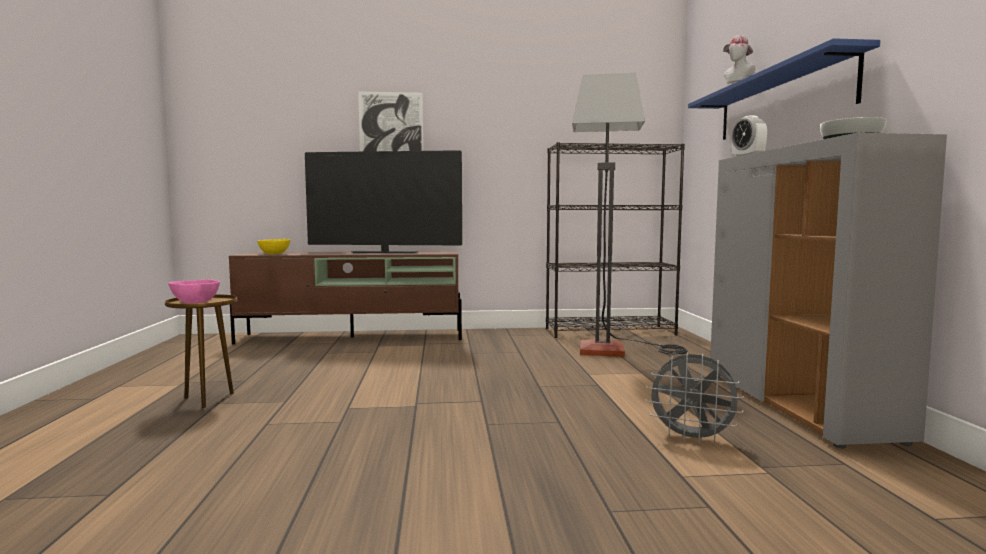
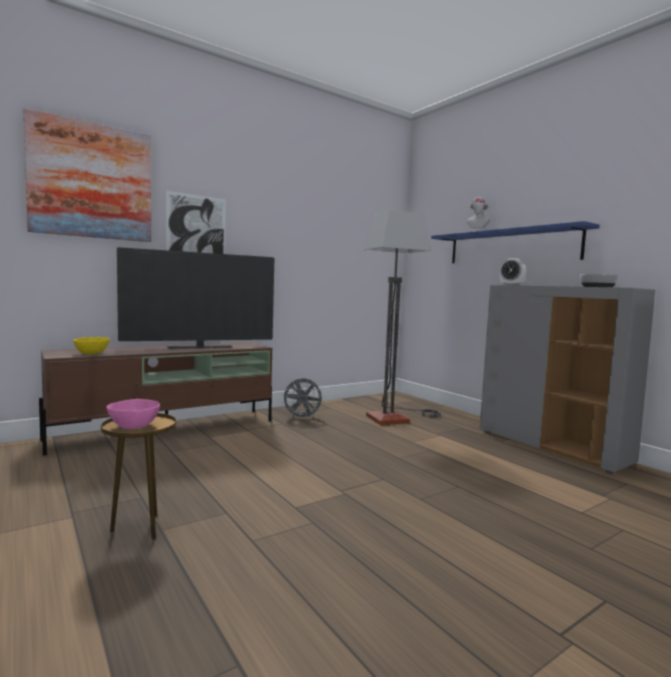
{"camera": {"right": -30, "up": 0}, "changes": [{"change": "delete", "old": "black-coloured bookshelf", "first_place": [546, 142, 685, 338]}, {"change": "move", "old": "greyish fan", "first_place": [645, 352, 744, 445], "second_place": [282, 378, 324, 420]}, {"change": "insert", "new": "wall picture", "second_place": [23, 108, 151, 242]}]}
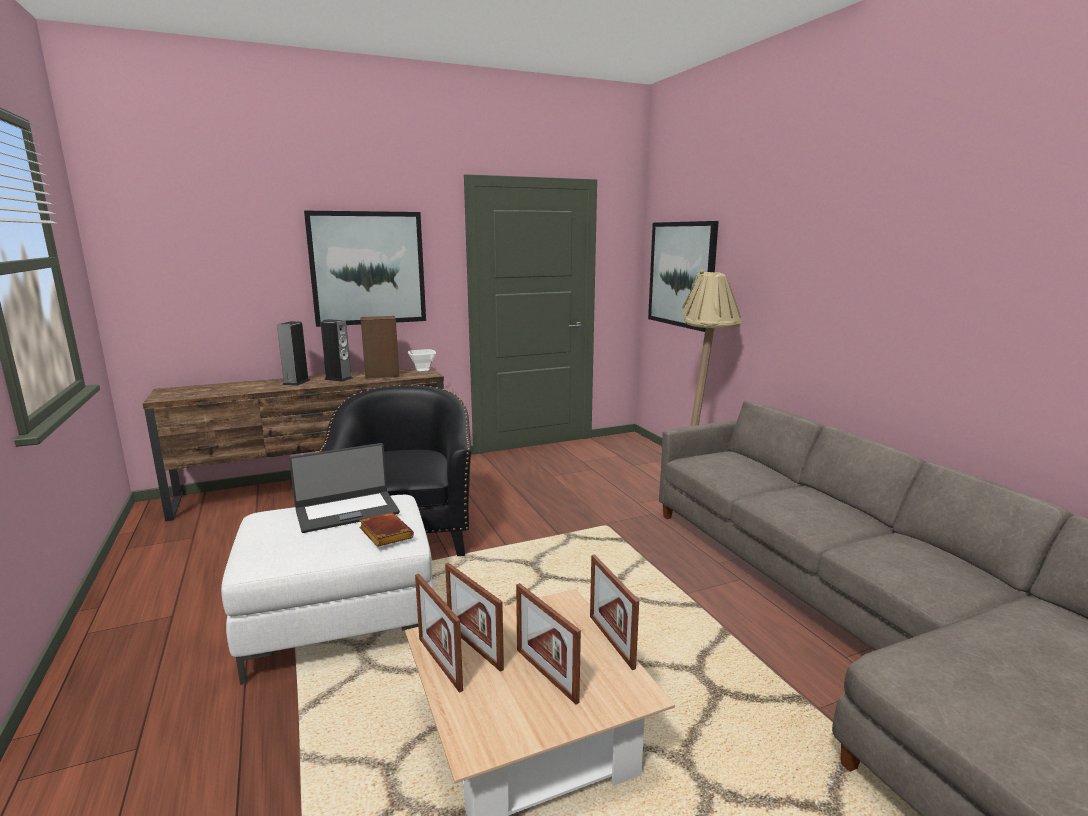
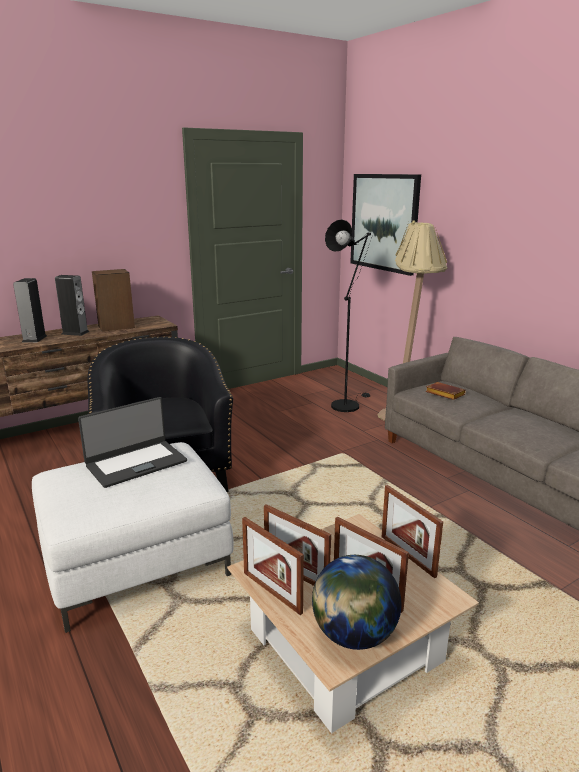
{"camera": {"right": -10, "up": 5}, "changes": [{"change": "delete", "old": "wall picture", "first_place": [304, 211, 426, 327]}, {"change": "delete", "old": "bowl", "first_place": [408, 349, 436, 372]}, {"change": "move", "old": "brown bound book", "first_place": [359, 513, 414, 547], "second_place": [425, 382, 466, 400]}, {"change": "insert", "new": "black-coloured standard lamp", "second_place": [325, 220, 372, 412]}, {"change": "insert", "new": "desk globe", "second_place": [312, 555, 401, 650]}]}
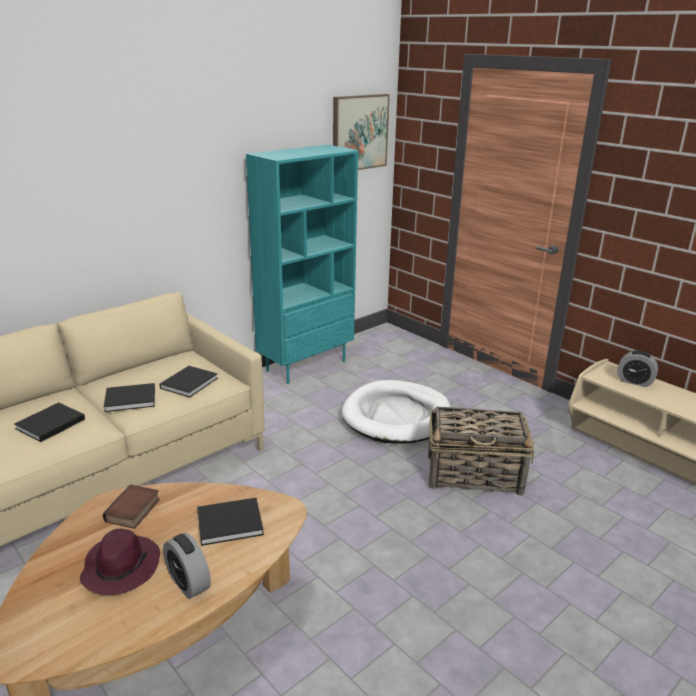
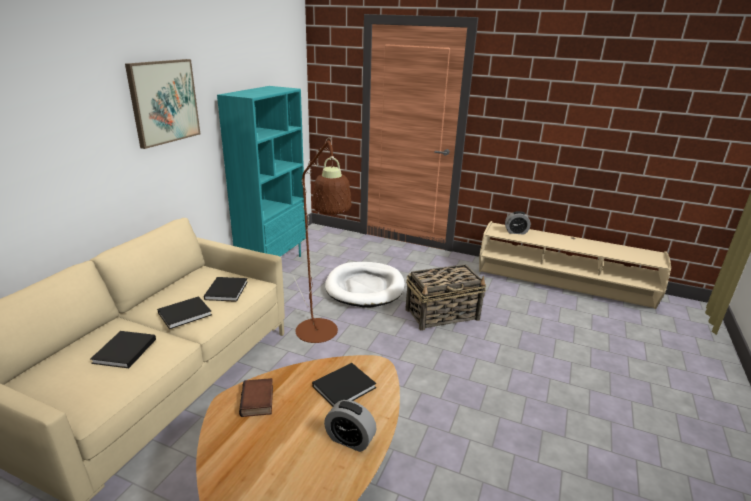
{"camera": {"right": -25, "up": 0}, "changes": [{"change": "move", "old": "wall picture", "first_place": [333, 94, 390, 170], "second_place": [125, 59, 200, 149]}, {"change": "delete", "old": "purple wearable hat", "first_place": [80, 529, 160, 595]}, {"change": "insert", "new": "brown standard lamp", "second_place": [294, 138, 352, 343]}]}
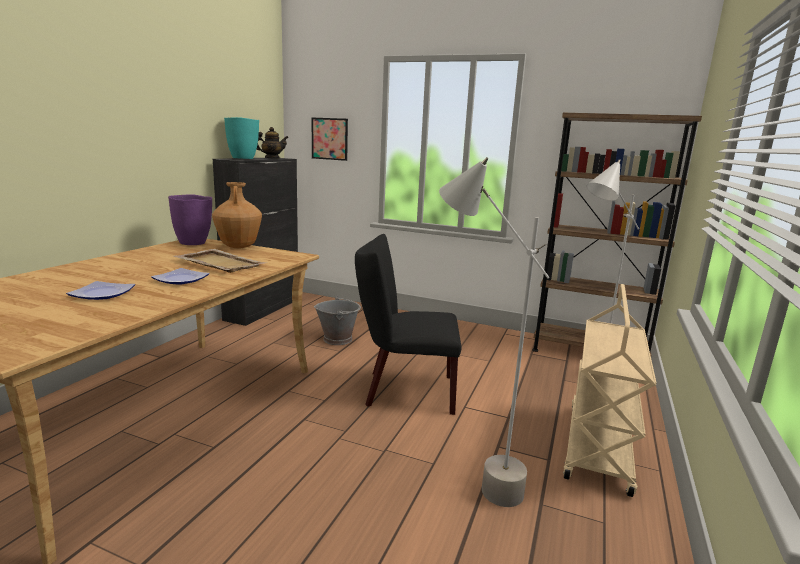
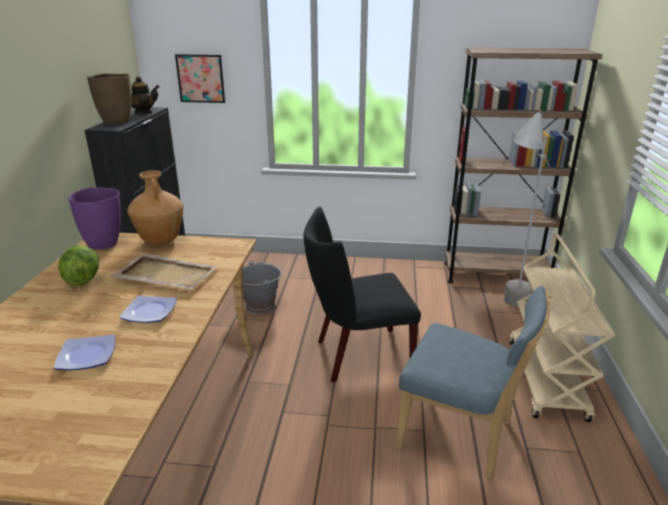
{"camera": {"right": -15, "up": 10}, "changes": [{"change": "recolor", "old": "blue-green vase", "new": "brown vase", "first_place": [224, 117, 259, 159], "second_place": [87, 73, 131, 124]}, {"change": "replace", "old": "greyish standard lamp", "new": "blue-coloured plain chair", "first_place": [439, 157, 550, 507], "second_place": [396, 286, 551, 481]}, {"change": "insert", "new": "lettuce", "second_place": [58, 245, 99, 286]}]}
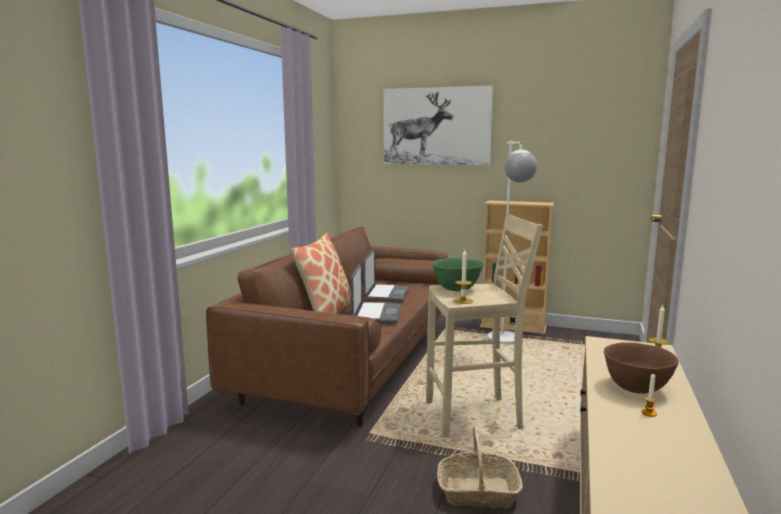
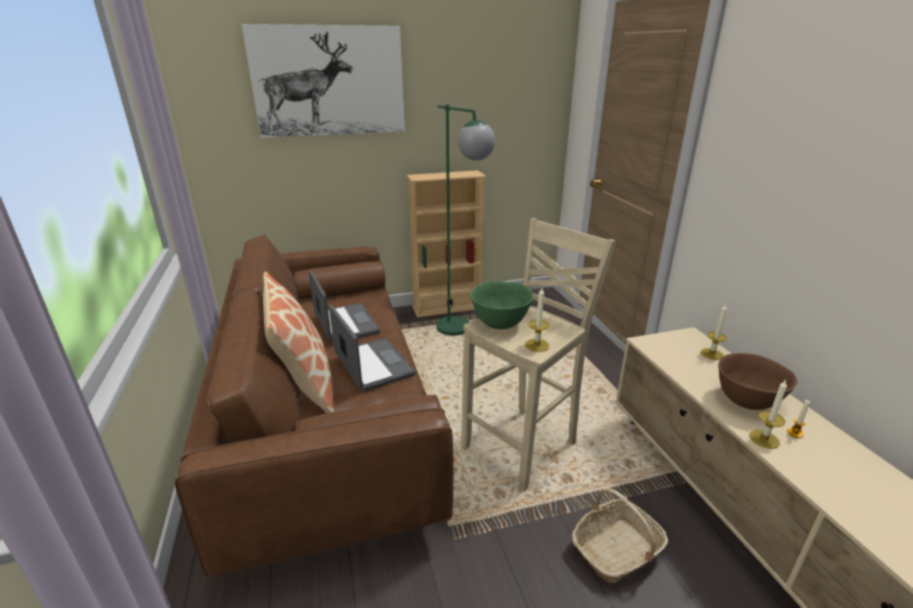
{"camera": {"right": -35, "up": 15}, "changes": [{"change": "recolor", "old": "whitish standard lamp", "new": "green standard lamp", "first_place": [488, 141, 537, 344], "second_place": [436, 105, 495, 336]}, {"change": "insert", "new": "wax light", "second_place": [749, 379, 787, 449]}]}
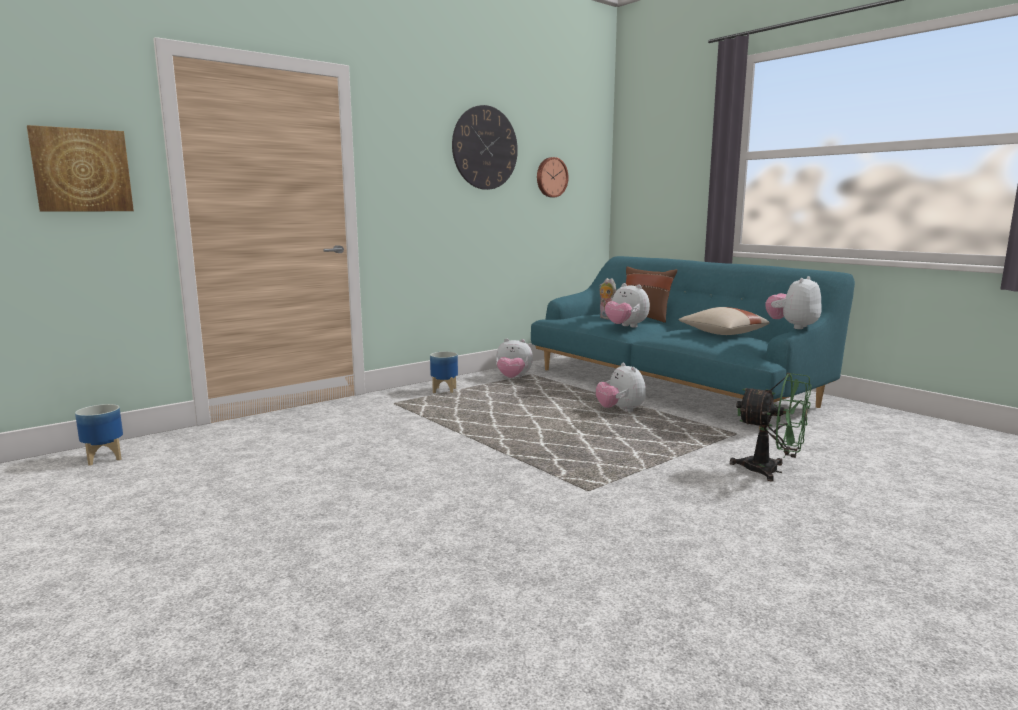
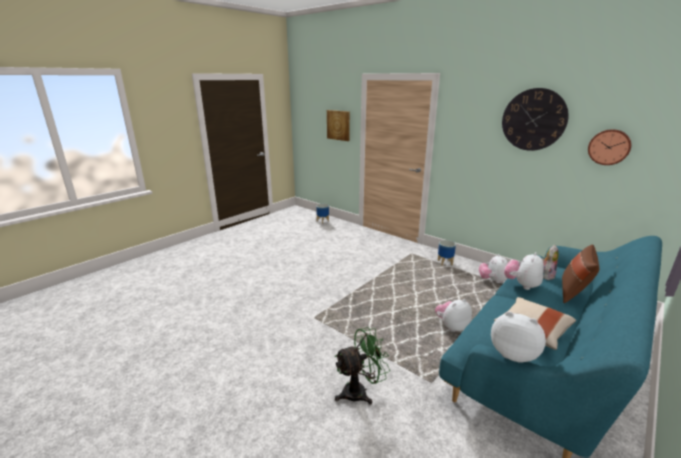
{"camera": {"right": 80, "up": 10}, "changes": [{"change": "rotate", "old": "green fan", "first_place": [730, 373, 811, 481], "second_place": [335, 327, 390, 405], "degrees": -135}]}
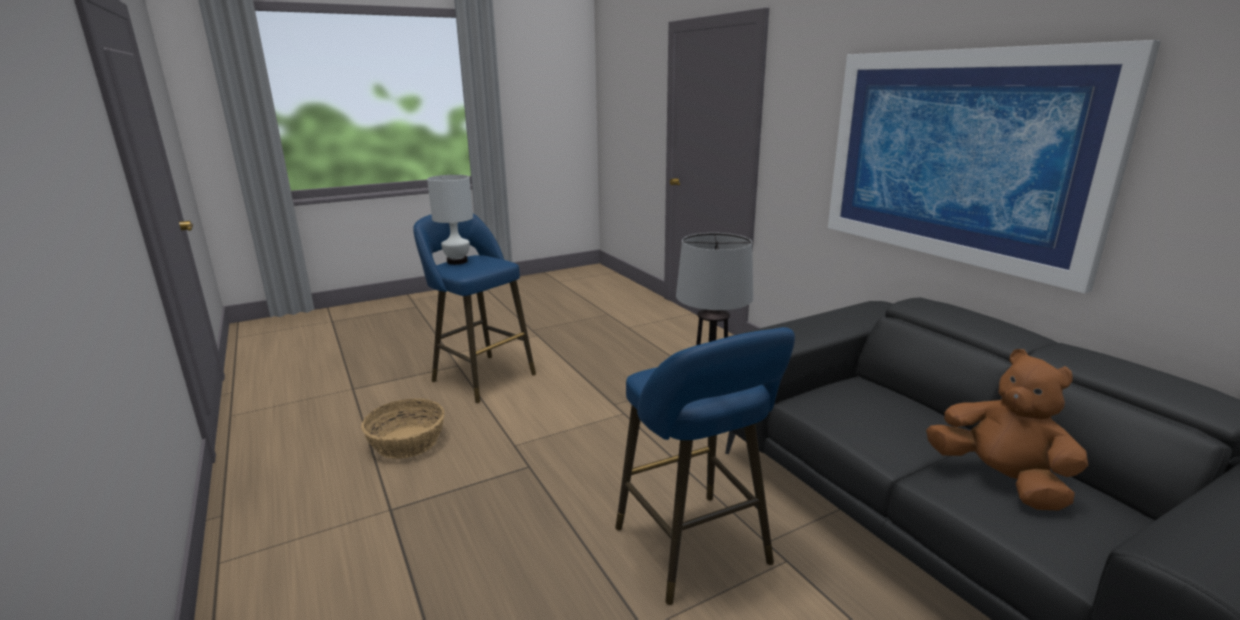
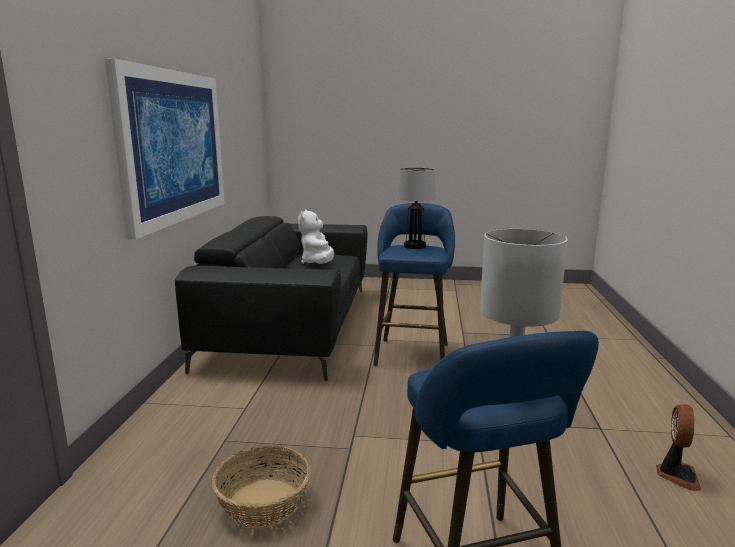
{"camera": {"right": -145, "up": -5}, "changes": [{"change": "recolor", "old": "brown soft toy", "new": "whitish soft toy", "first_place": [926, 349, 1088, 511], "second_place": [298, 210, 334, 264]}, {"change": "move", "old": "storage basket", "first_place": [361, 399, 445, 459], "second_place": [212, 445, 311, 528]}, {"change": "insert", "new": "fan", "second_place": [656, 404, 701, 491]}]}
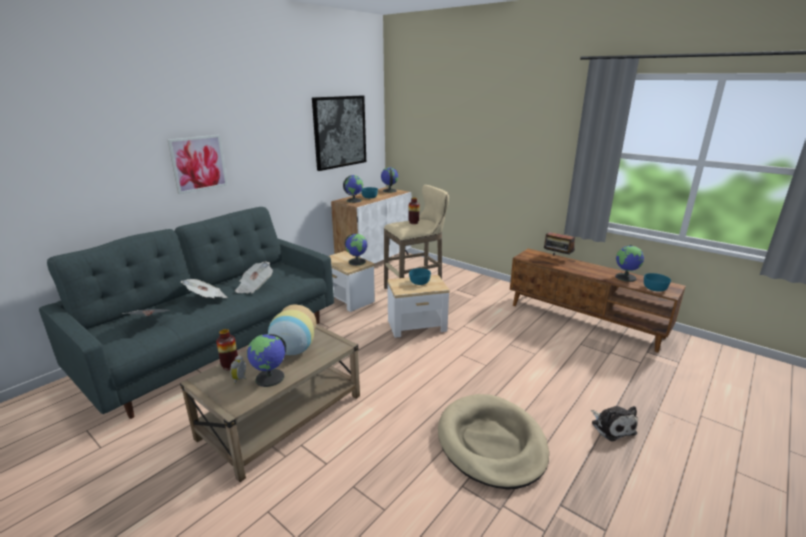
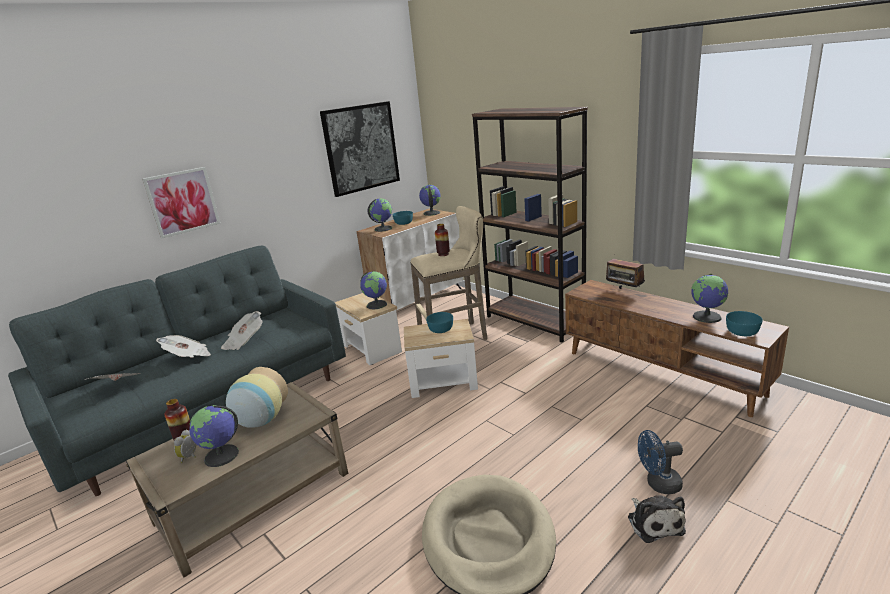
{"camera": {"right": 10, "up": 0}, "changes": [{"change": "insert", "new": "brown bookshelf", "second_place": [472, 107, 588, 343]}, {"change": "insert", "new": "blue-coloured fan", "second_place": [638, 430, 683, 494]}]}
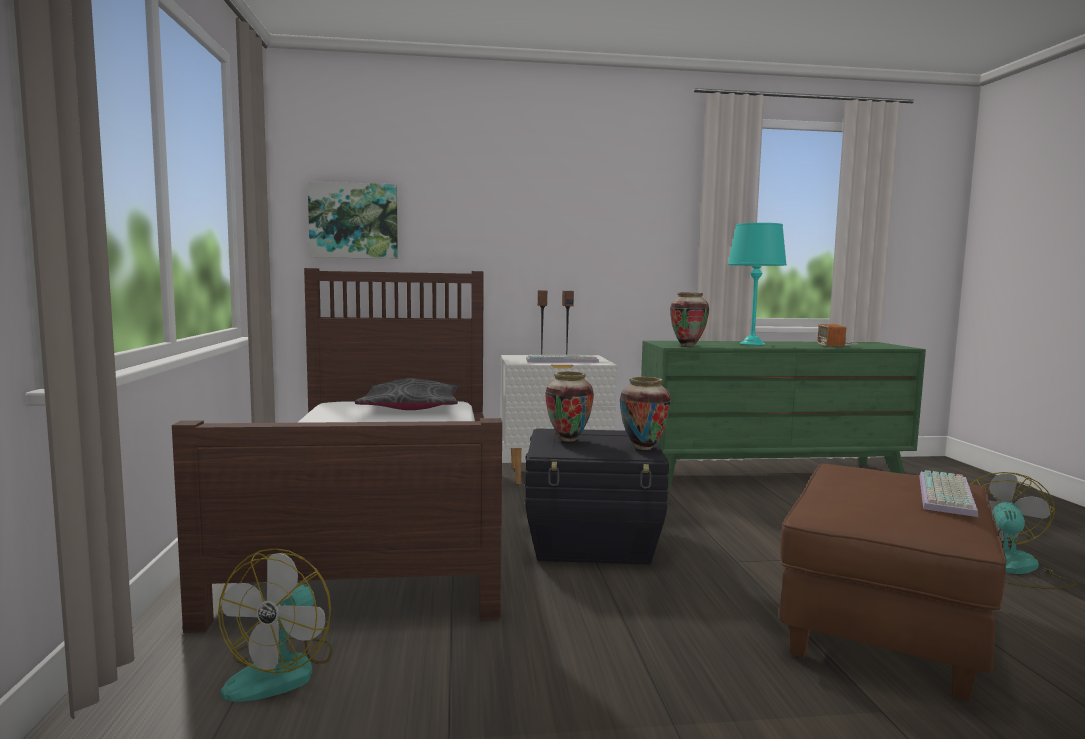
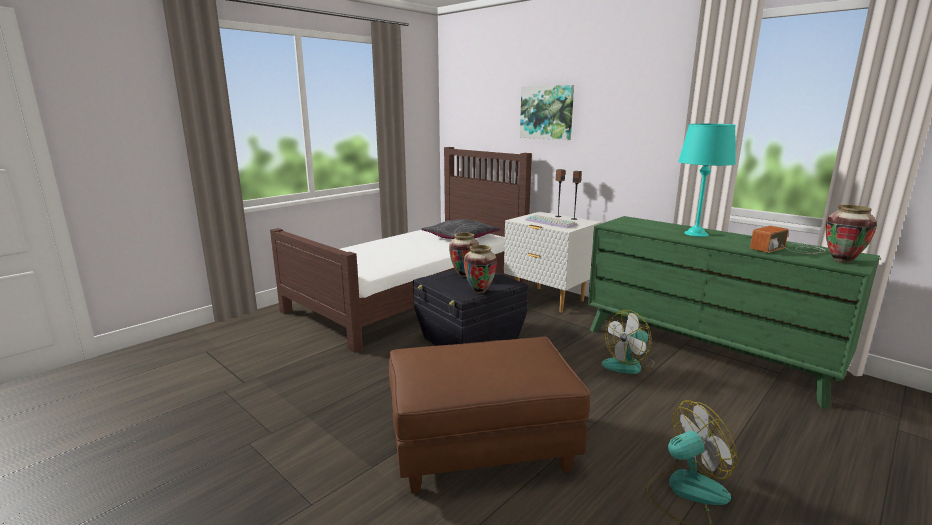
{"camera": {"right": 50, "up": 10}, "changes": [{"change": "move", "old": "wall picture", "first_place": [308, 181, 398, 259], "second_place": [520, 85, 574, 140]}, {"change": "move", "old": "vase", "first_place": [670, 293, 709, 347], "second_place": [826, 205, 877, 263]}, {"change": "delete", "old": "PC keyboard", "first_place": [919, 470, 978, 517]}, {"change": "move", "old": "fan", "first_place": [218, 548, 332, 702], "second_place": [601, 310, 655, 374]}]}
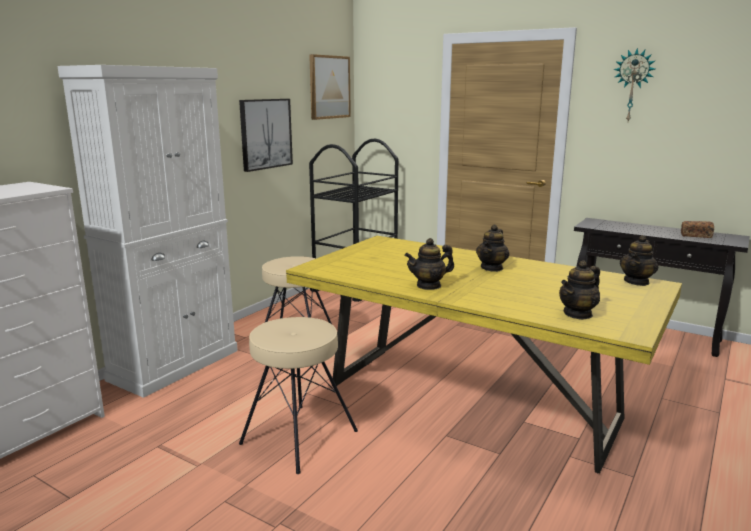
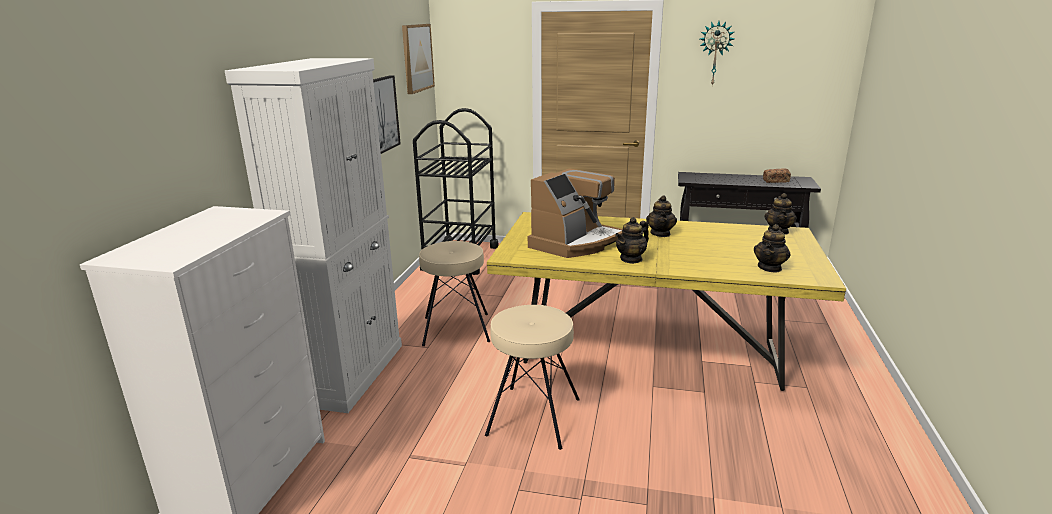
{"camera": {"right": -20, "up": 5}, "changes": [{"change": "insert", "new": "coffee maker", "second_place": [528, 168, 623, 258]}]}
